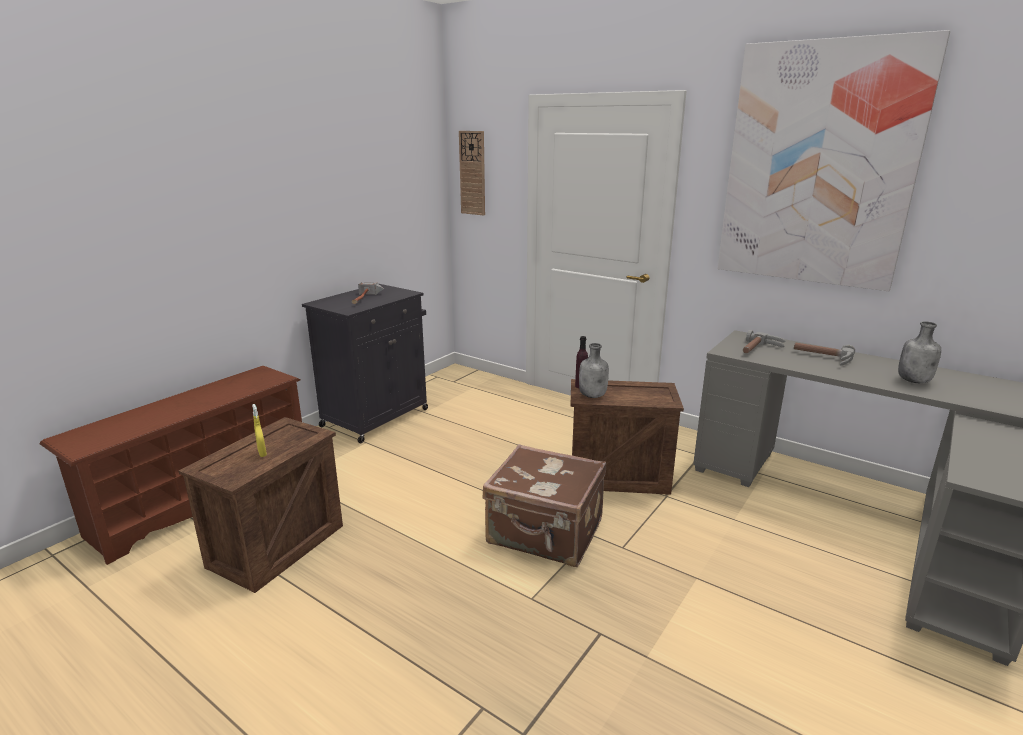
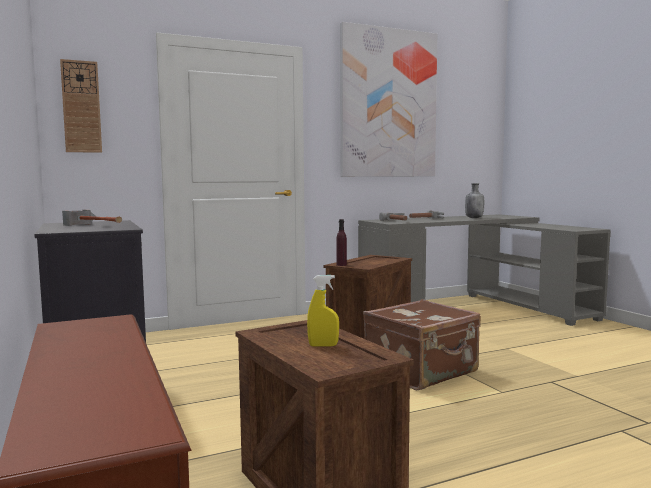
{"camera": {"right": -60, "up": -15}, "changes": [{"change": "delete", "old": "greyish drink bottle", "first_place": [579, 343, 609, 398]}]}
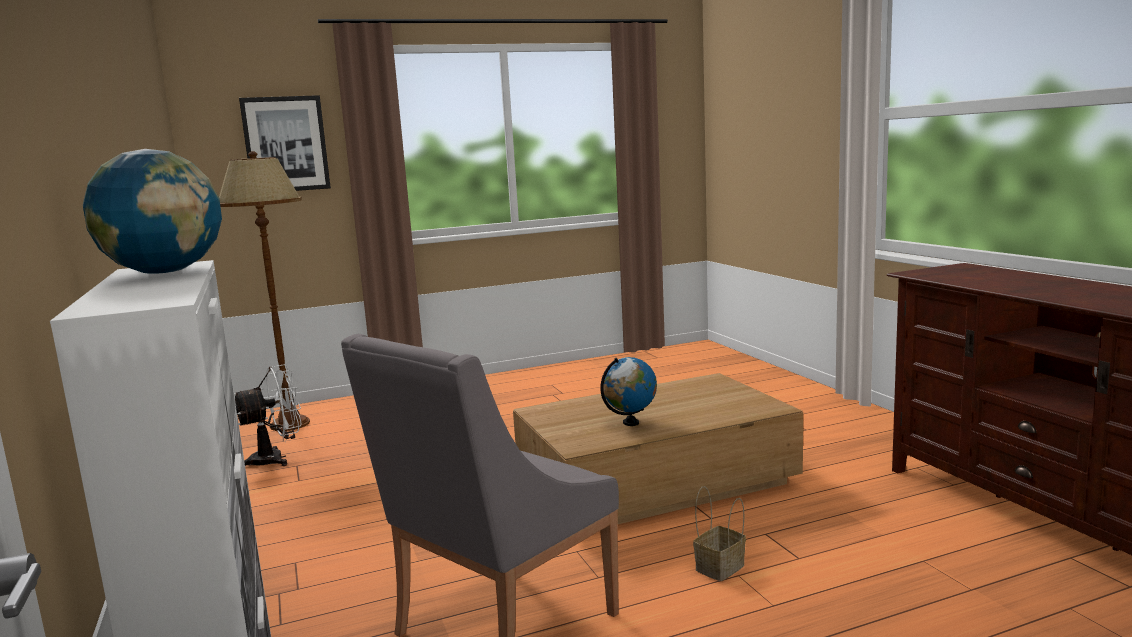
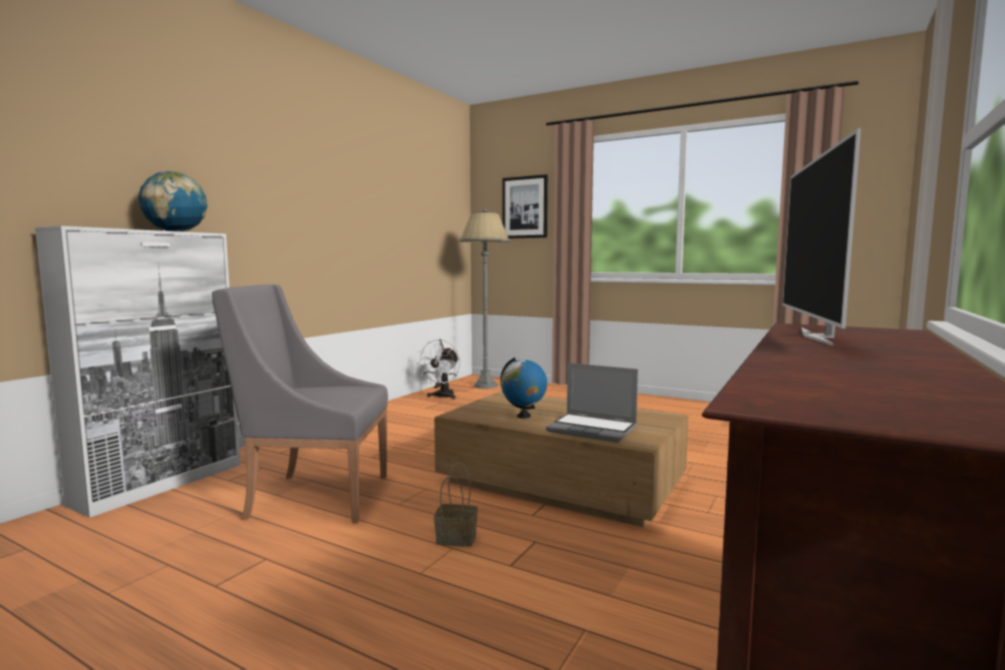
{"camera": {"right": 50, "up": -5}, "changes": [{"change": "recolor", "old": "brown standard lamp", "new": "greyish standard lamp", "first_place": [219, 151, 310, 431], "second_place": [459, 209, 510, 389]}, {"change": "rotate", "old": "whitish fan", "first_place": [234, 364, 302, 466], "second_place": [416, 339, 460, 399], "degrees": 90}, {"change": "insert", "new": "TV", "second_place": [783, 128, 861, 346]}, {"change": "insert", "new": "notebook computer", "second_place": [546, 363, 638, 443]}]}
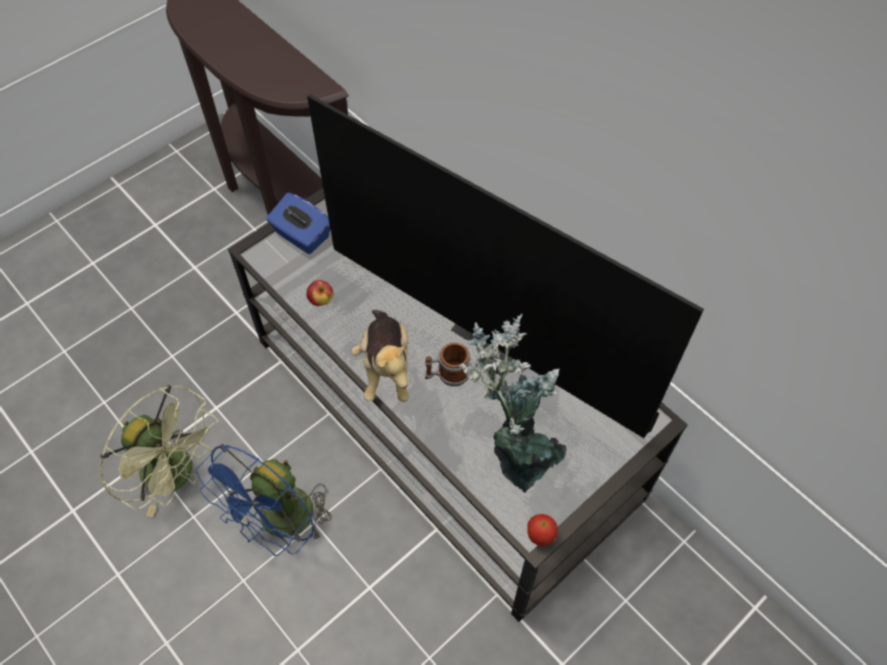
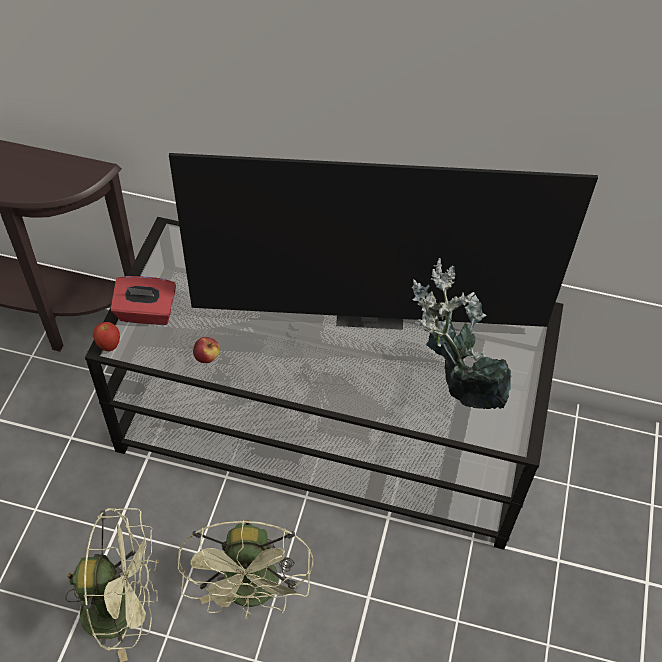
{"camera": {"right": -35, "up": -5}, "changes": [{"change": "recolor", "old": "blue-coloured tissue box", "new": "red-coloured tissue box", "first_place": [266, 193, 330, 254], "second_place": [111, 276, 176, 325]}, {"change": "delete", "old": "soft toy", "first_place": [351, 310, 409, 402]}, {"change": "delete", "old": "mug", "first_place": [425, 343, 470, 386]}, {"change": "recolor", "old": "blue-coloured fan", "new": "green fan", "first_place": [196, 444, 331, 556], "second_place": [178, 520, 313, 619]}, {"change": "move", "old": "apple", "first_place": [527, 514, 558, 546], "second_place": [93, 322, 120, 351]}]}
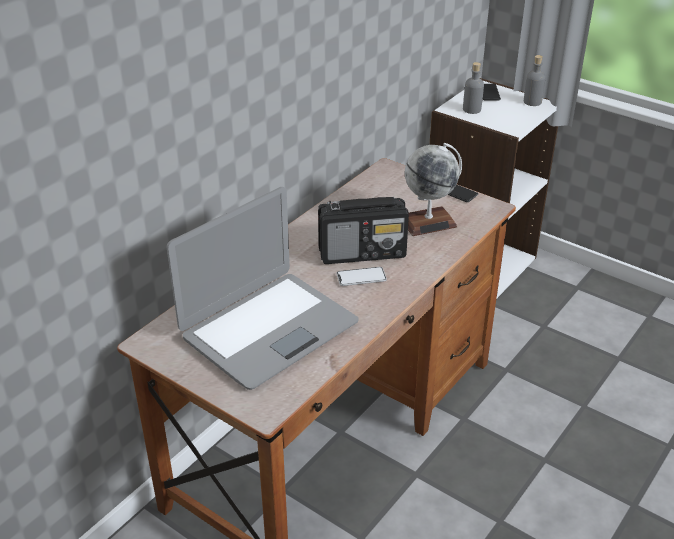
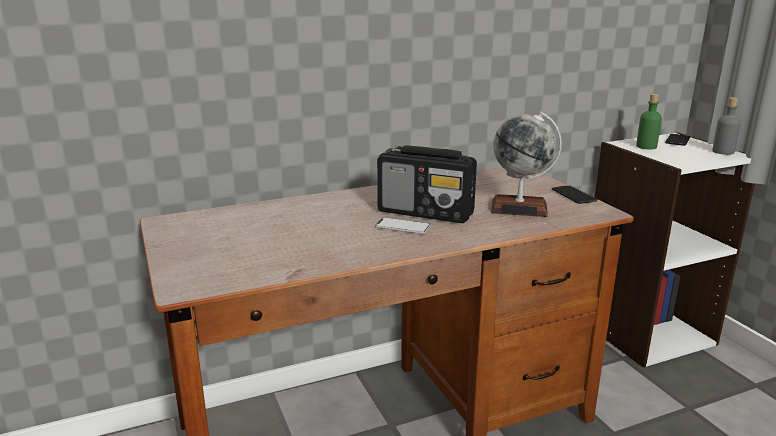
{"camera": {"right": 30, "up": -15}, "changes": [{"change": "recolor", "old": "greyish drink bottle", "new": "green drink bottle", "first_place": [463, 62, 484, 114], "second_place": [636, 94, 662, 149]}, {"change": "delete", "old": "notebook computer", "first_place": [167, 187, 359, 390]}]}
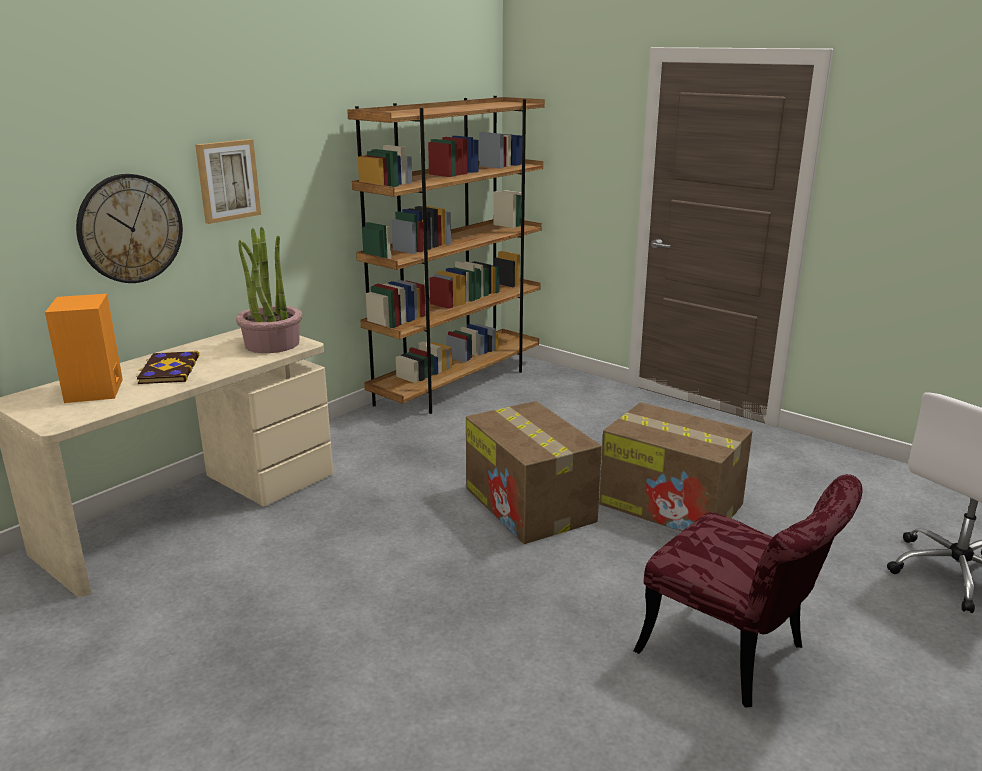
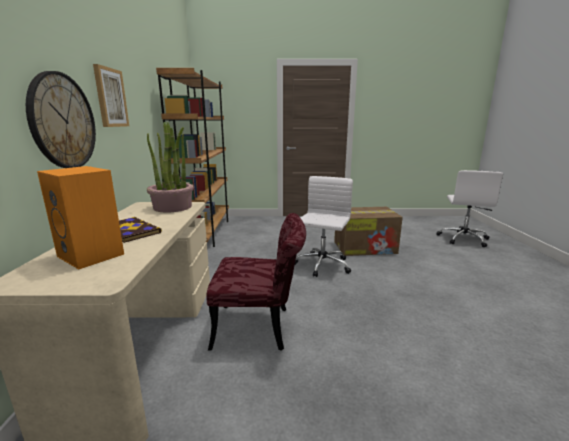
{"camera": {"right": -40, "up": -5}, "changes": [{"change": "replace", "old": "cardboard box", "new": "whitish computer chair", "first_place": [466, 401, 602, 544], "second_place": [295, 176, 353, 277]}, {"change": "move", "old": "red-coloured plain chair", "first_place": [634, 474, 862, 708], "second_place": [207, 213, 306, 351]}]}
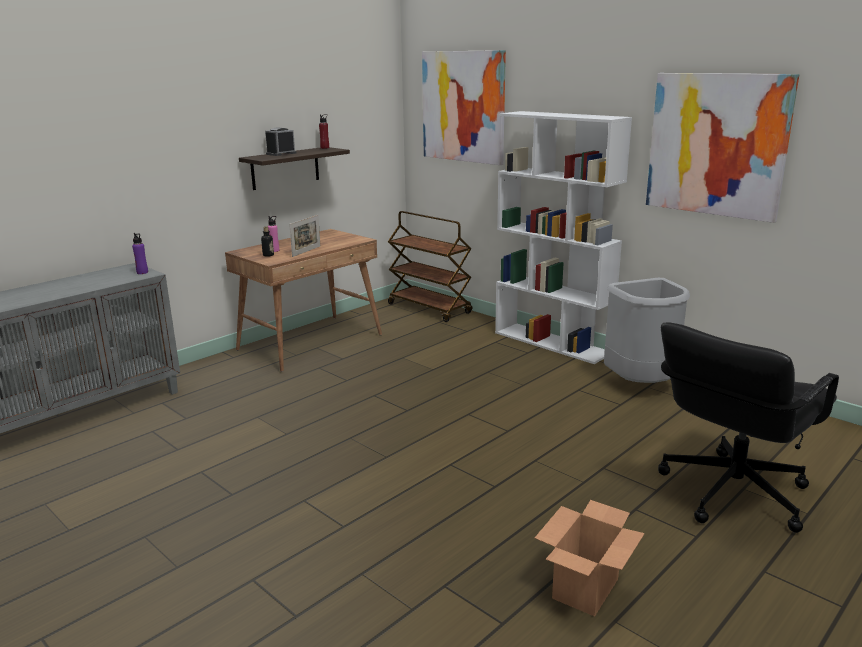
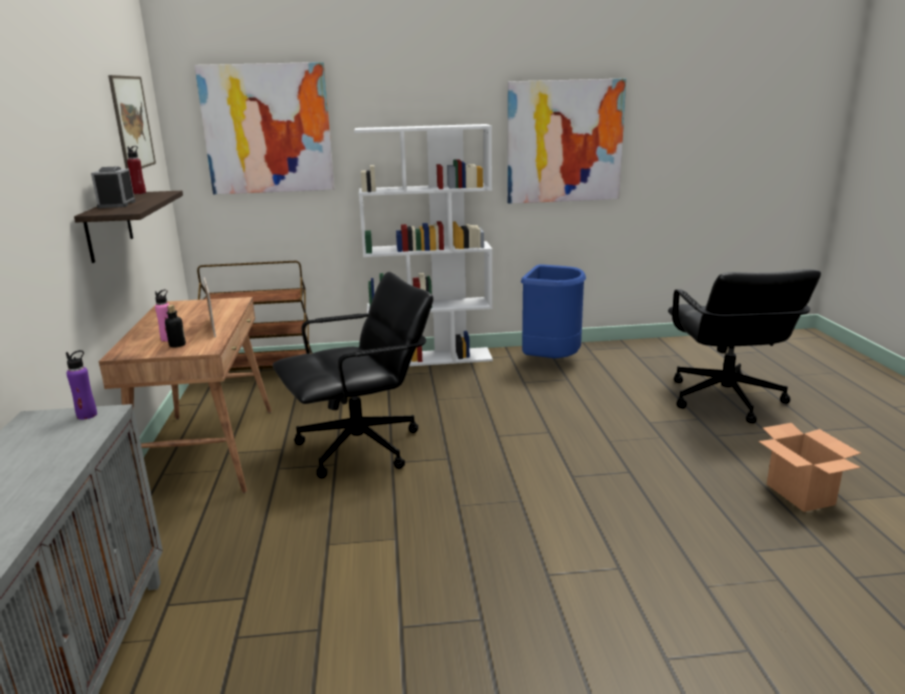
{"camera": {"right": -50, "up": 0}, "changes": [{"change": "recolor", "old": "greyish trash can", "new": "blue-coloured trash can", "first_place": [604, 278, 690, 383], "second_place": [521, 264, 586, 358]}, {"change": "insert", "new": "wall picture", "second_place": [108, 75, 156, 169]}, {"change": "insert", "new": "black-coloured computer chair", "second_place": [273, 272, 433, 479]}]}
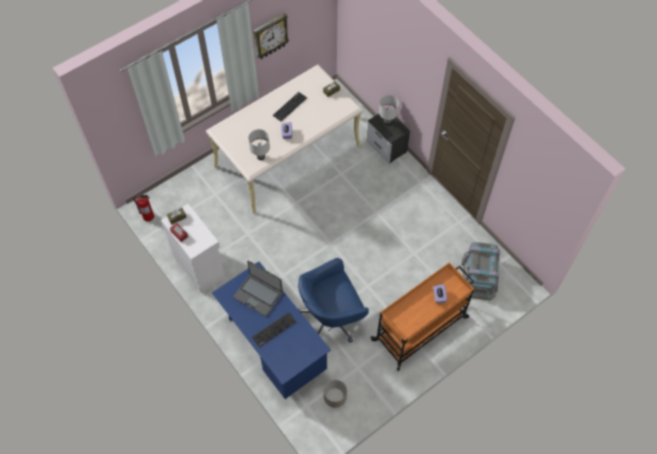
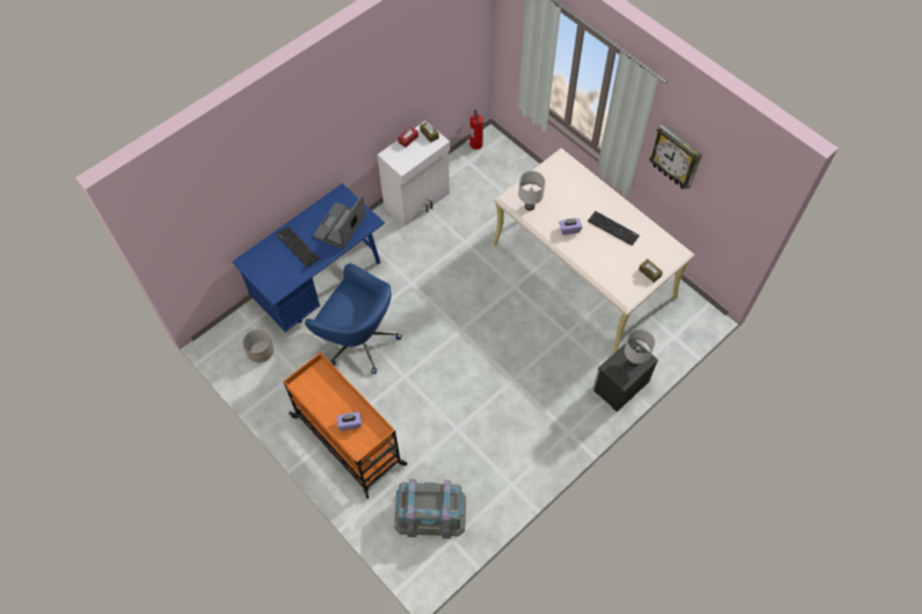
{"camera": {"right": 85, "up": 0}, "changes": [{"change": "rotate", "old": "blue-coloured computer chair", "first_place": [298, 258, 369, 343], "second_place": [305, 263, 402, 374], "degrees": 150}]}
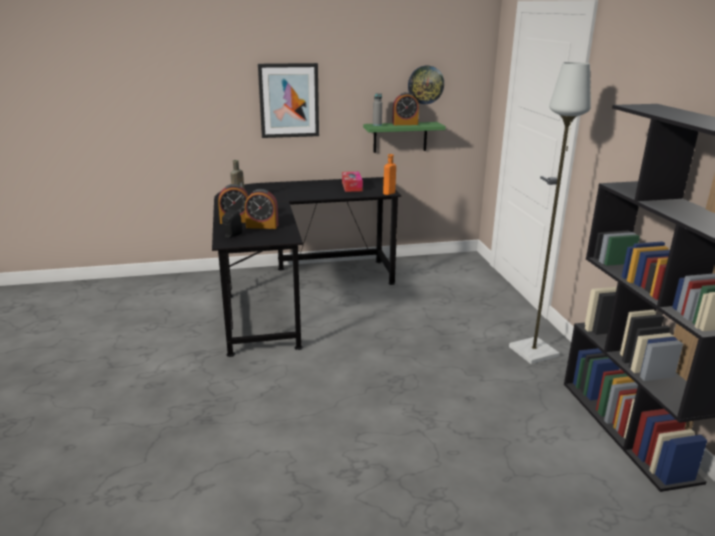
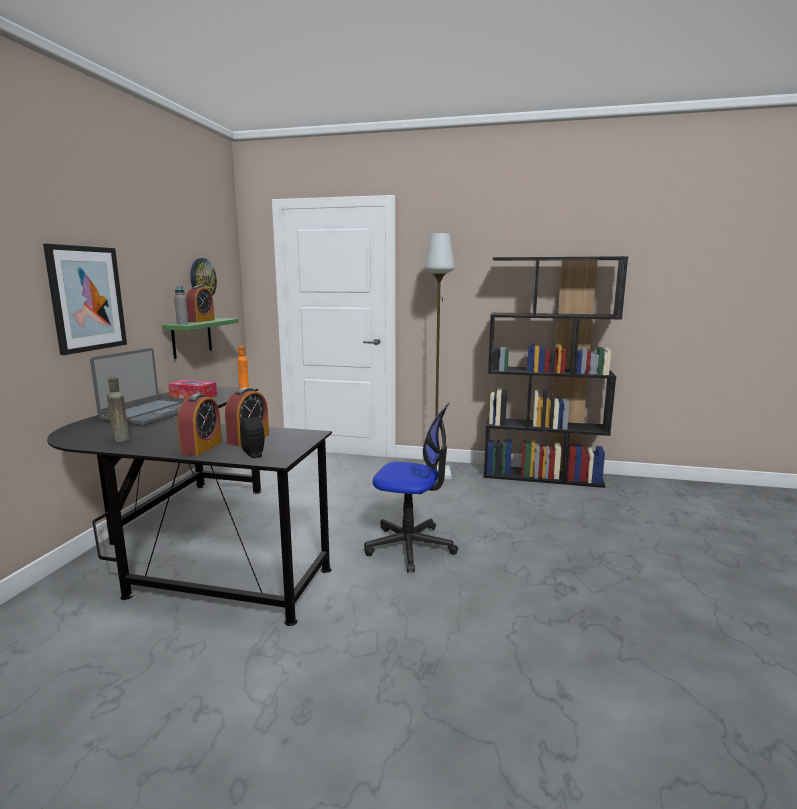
{"camera": {"right": -65, "up": -10}, "changes": [{"change": "insert", "new": "notebook computer", "second_place": [90, 348, 183, 426]}, {"change": "insert", "new": "computer chair", "second_place": [364, 402, 458, 573]}]}
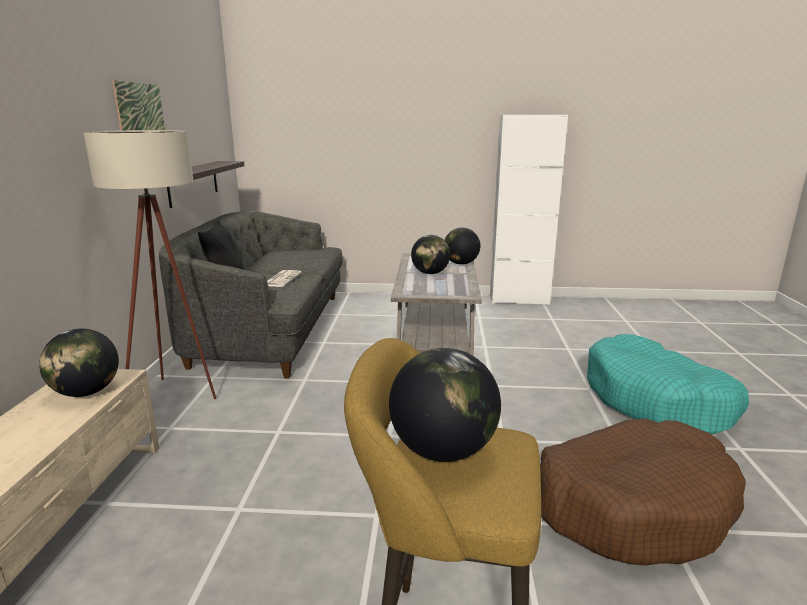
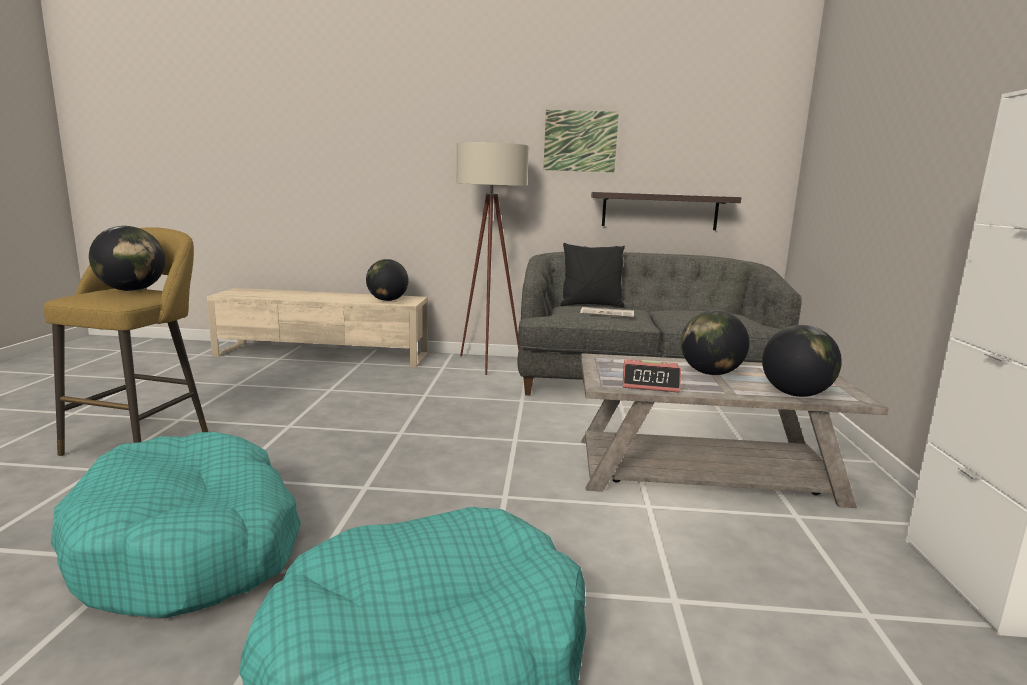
{"camera": {"right": 90, "up": -5}, "changes": [{"change": "recolor", "old": "brown dog cushion", "new": "blue-green dog cushion", "first_place": [540, 419, 746, 566], "second_place": [51, 432, 301, 618]}, {"change": "insert", "new": "alarm clock", "second_place": [623, 359, 681, 393]}]}
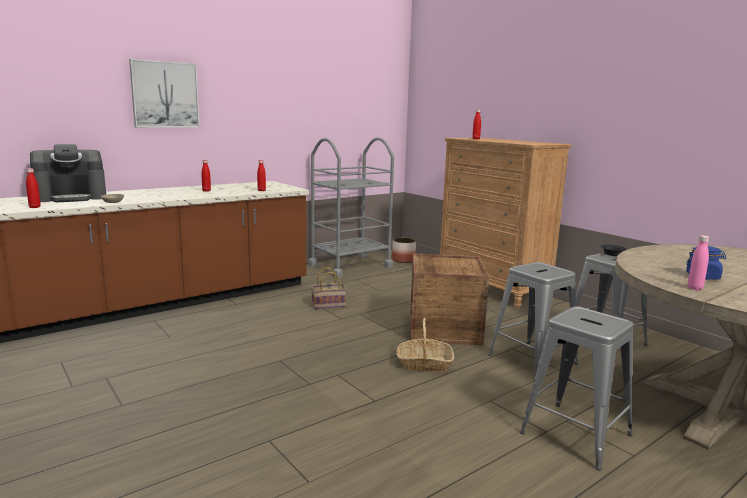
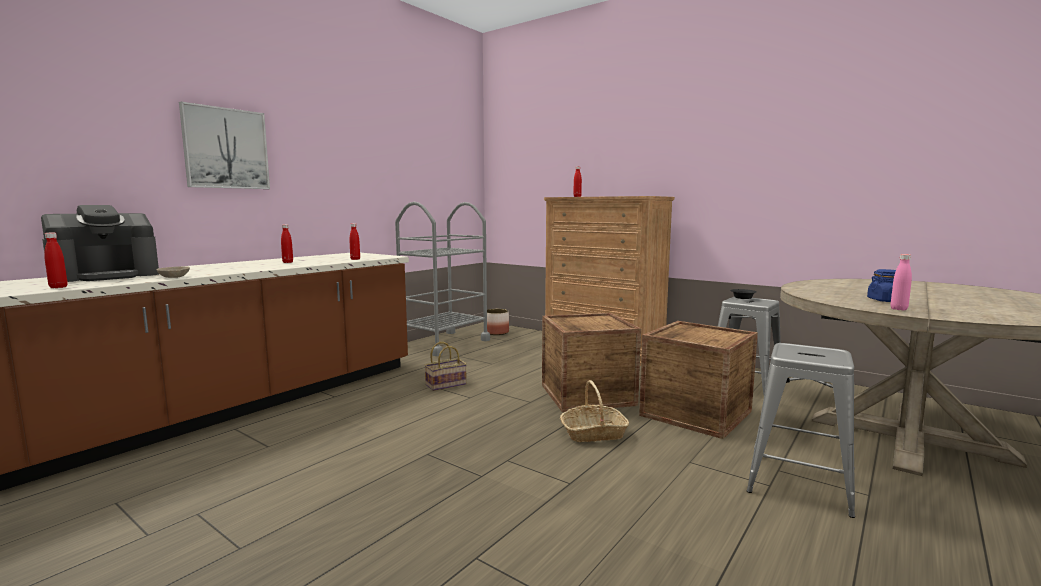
{"camera": {"right": -15, "up": -5}, "changes": [{"change": "replace", "old": "greyish stool seat", "new": "shipping crate", "first_place": [488, 262, 578, 375], "second_place": [639, 321, 758, 439]}]}
